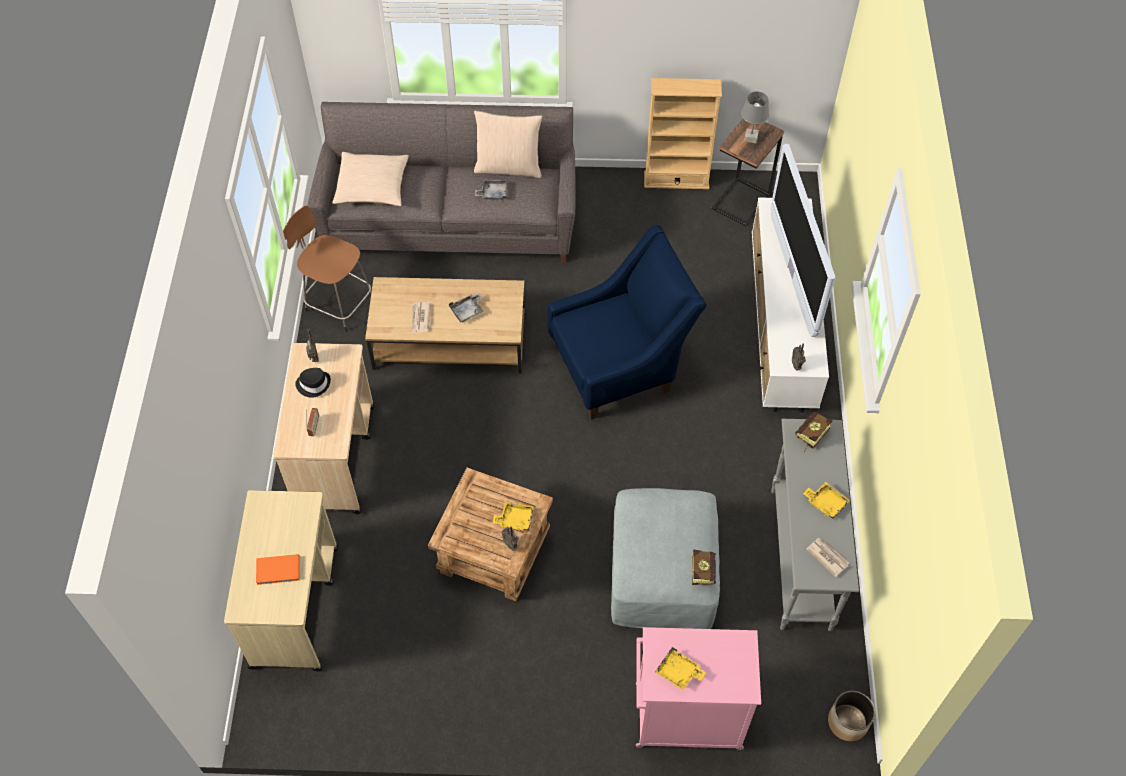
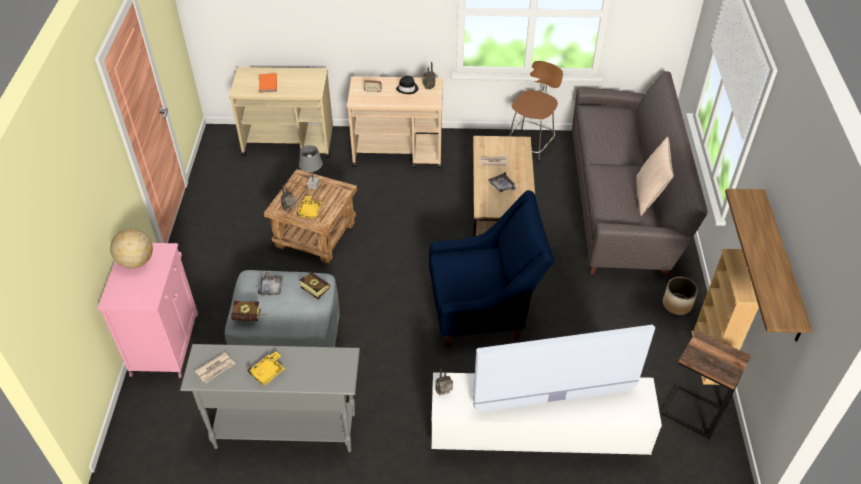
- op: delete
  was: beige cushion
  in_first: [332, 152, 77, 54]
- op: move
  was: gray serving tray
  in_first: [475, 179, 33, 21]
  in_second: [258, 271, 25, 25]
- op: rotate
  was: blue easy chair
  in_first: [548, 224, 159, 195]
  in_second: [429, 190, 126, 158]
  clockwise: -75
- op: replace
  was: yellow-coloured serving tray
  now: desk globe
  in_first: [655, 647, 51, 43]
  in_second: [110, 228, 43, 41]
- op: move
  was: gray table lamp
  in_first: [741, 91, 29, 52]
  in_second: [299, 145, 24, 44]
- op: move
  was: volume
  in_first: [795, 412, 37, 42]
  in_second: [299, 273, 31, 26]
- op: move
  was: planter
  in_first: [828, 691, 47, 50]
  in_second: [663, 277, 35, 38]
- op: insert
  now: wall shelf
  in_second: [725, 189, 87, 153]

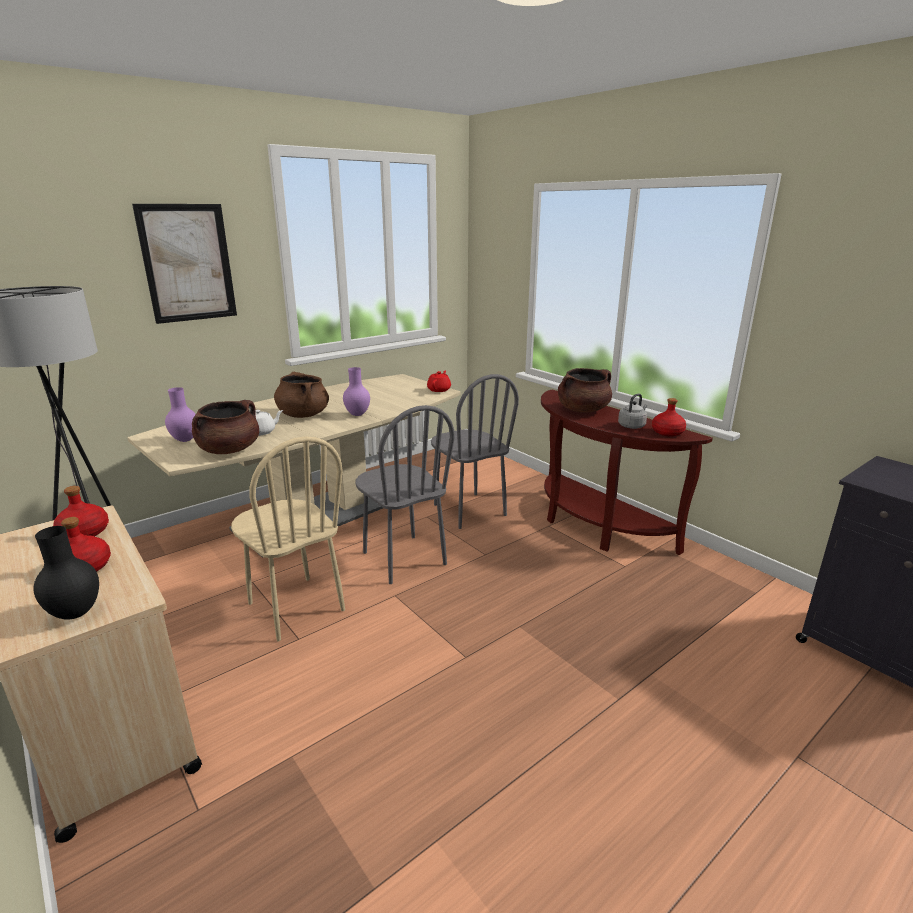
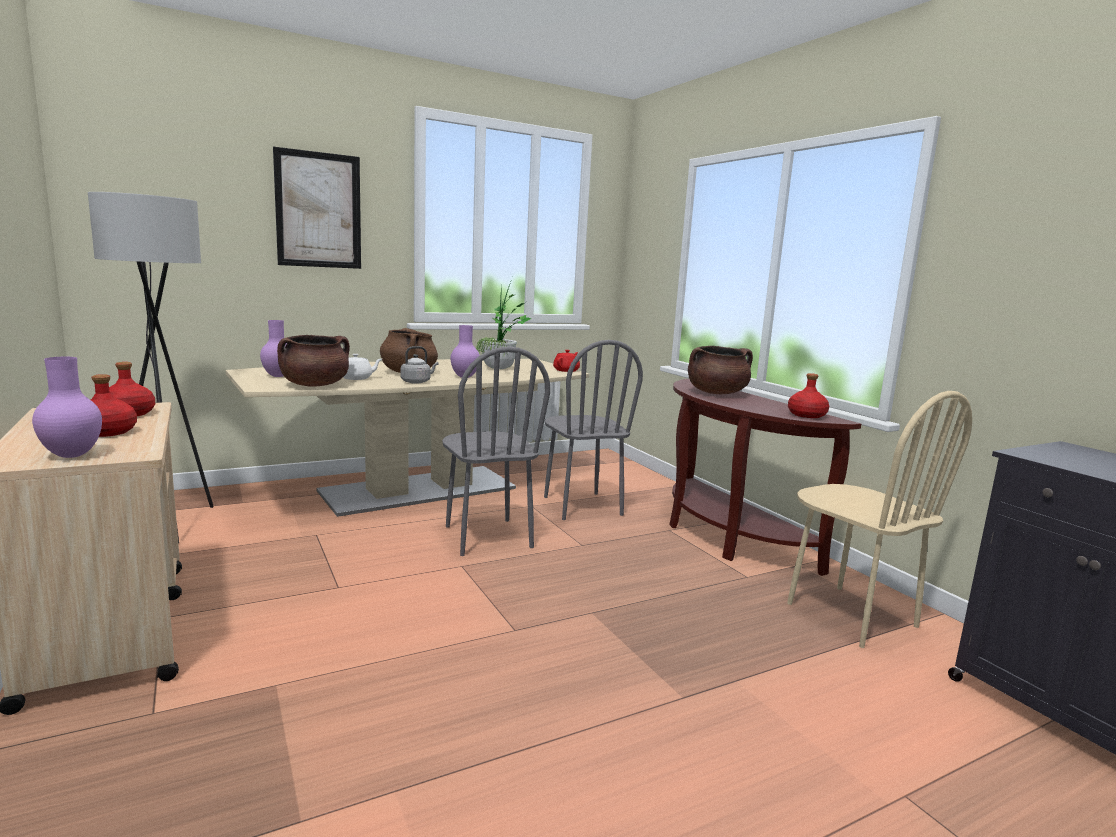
- op: recolor
  was: black-coloured decorative vase
  now: purple-coloured decorative vase
  in_first: [34, 526, 65, 94]
  in_second: [32, 357, 70, 101]
- op: move
  was: beige plain chair
  in_first: [231, 436, 114, 205]
  in_second: [787, 391, 185, 257]
- op: move
  was: gray water kettle
  in_first: [618, 394, 29, 35]
  in_second: [401, 346, 38, 38]
- op: insert
  now: houseplant
  in_second: [476, 274, 55, 95]

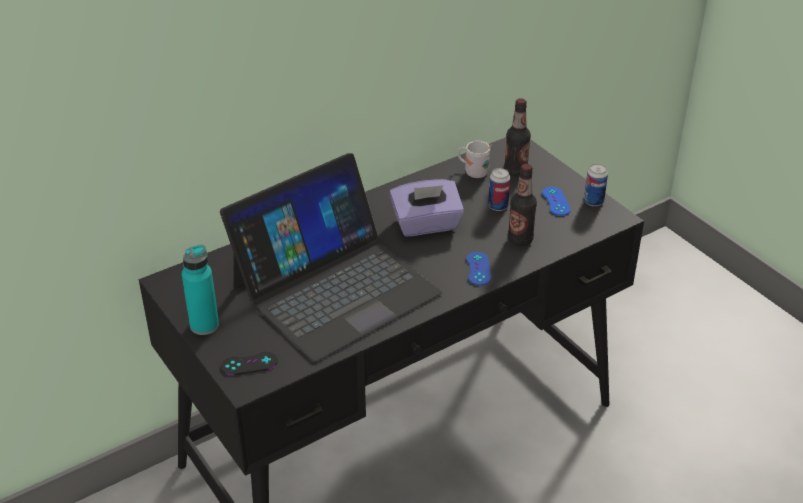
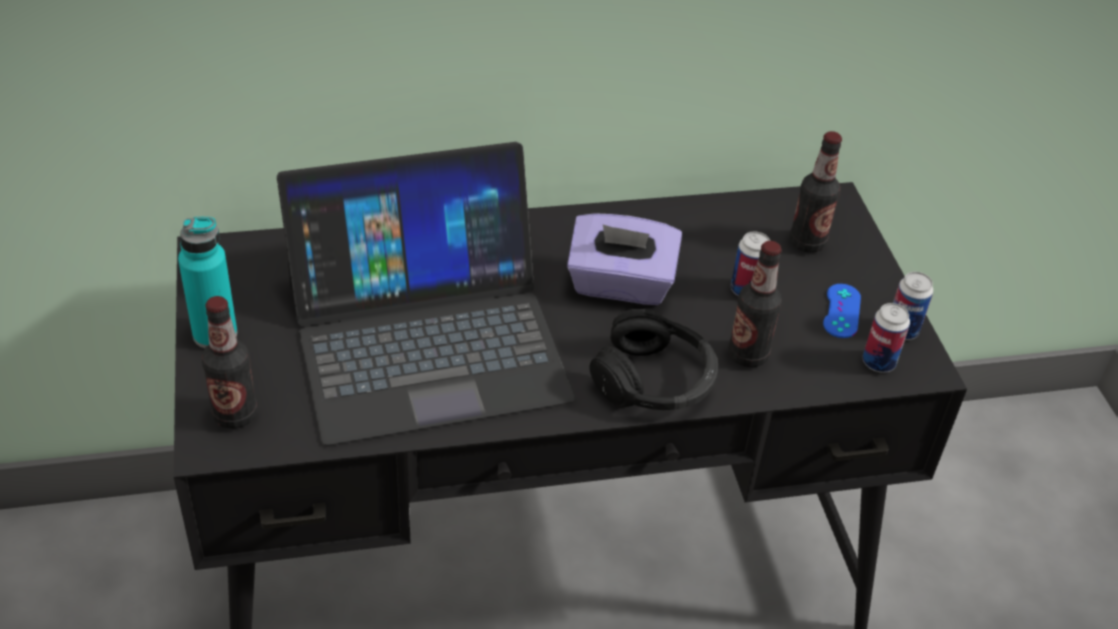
- op: replace
  was: black-coloured game controller
  now: beverage bottle
  in_first: [221, 352, 57, 23]
  in_second: [202, 296, 55, 133]
- op: delete
  was: white coffee mug
  in_first: [457, 141, 35, 37]
- op: replace
  was: blue game controller
  now: black-coloured headset
  in_first: [466, 252, 25, 34]
  in_second: [590, 309, 128, 101]
- op: insert
  now: sealed can
  in_second: [863, 303, 47, 70]

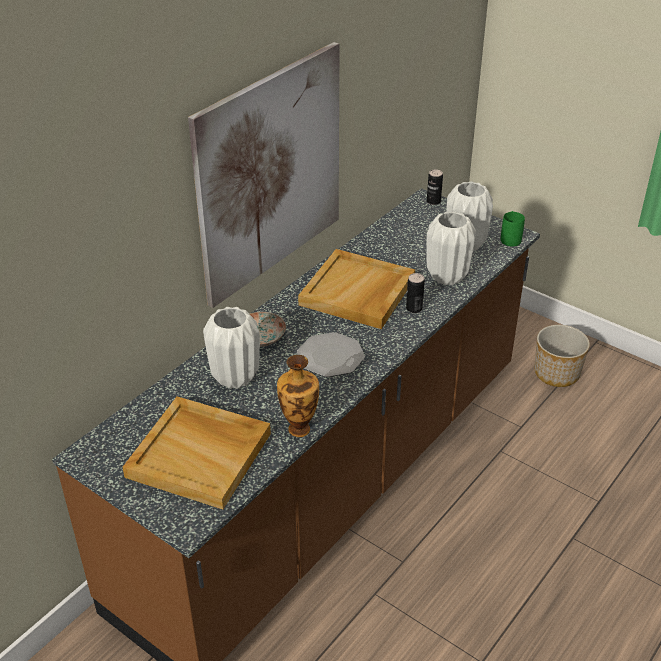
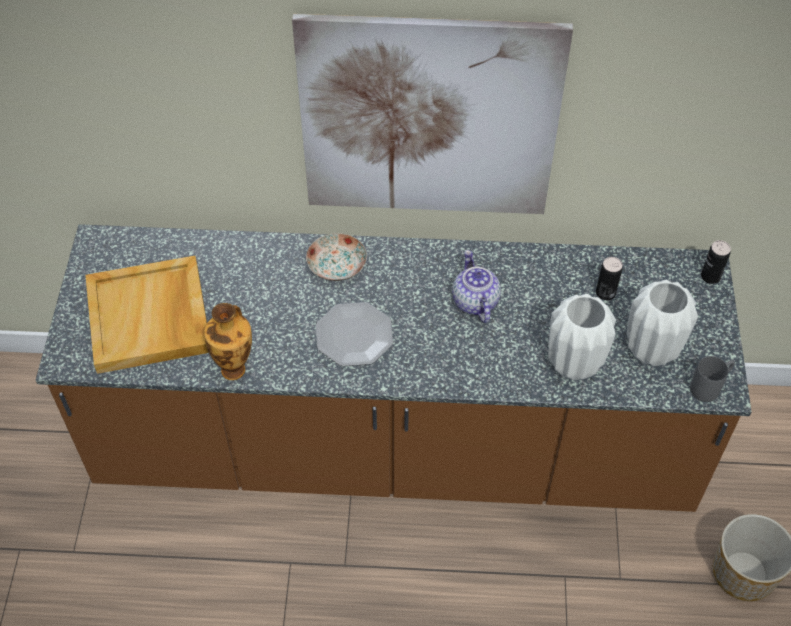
- op: delete
  was: white decorative vase
  in_first: [203, 307, 57, 82]
- op: replace
  was: beige serving tray
  now: teapot
  in_first: [298, 249, 117, 80]
  in_second: [452, 250, 49, 73]
- op: move
  was: sealed can
  in_first: [406, 273, 19, 40]
  in_second: [596, 257, 27, 43]
- op: recolor
  was: green-coloured coffee mug
  now: gray coffee mug
  in_first: [501, 211, 24, 35]
  in_second: [690, 356, 45, 46]

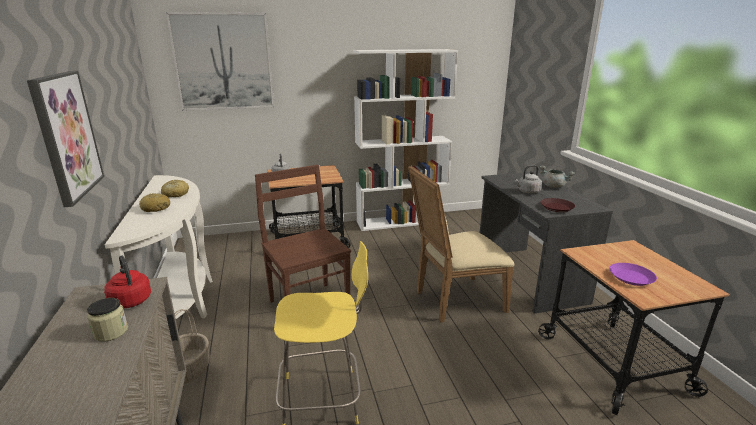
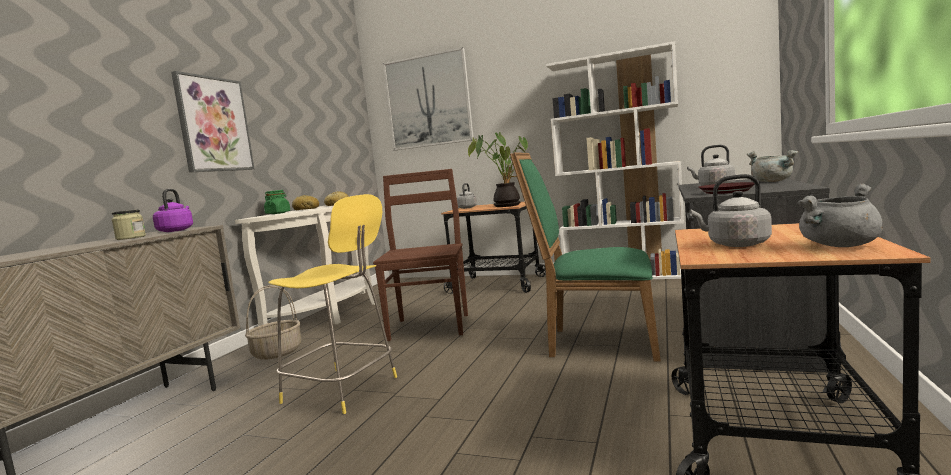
- op: recolor
  was: red water kettle
  now: purple-coloured water kettle
  in_first: [104, 255, 47, 53]
  in_second: [153, 189, 40, 43]
- op: recolor
  was: beige plain chair
  now: green-coloured plain chair
  in_first: [408, 166, 106, 157]
  in_second: [510, 152, 151, 210]
- op: replace
  was: purple-coloured flat dish
  now: gray water kettle
  in_first: [609, 263, 48, 23]
  in_second: [689, 174, 83, 73]
- op: insert
  now: green-coloured storage jar
  in_second: [264, 190, 26, 24]
- op: insert
  now: houseplant
  in_second: [468, 132, 60, 75]
- op: insert
  now: gray stockpot
  in_second: [797, 184, 86, 63]

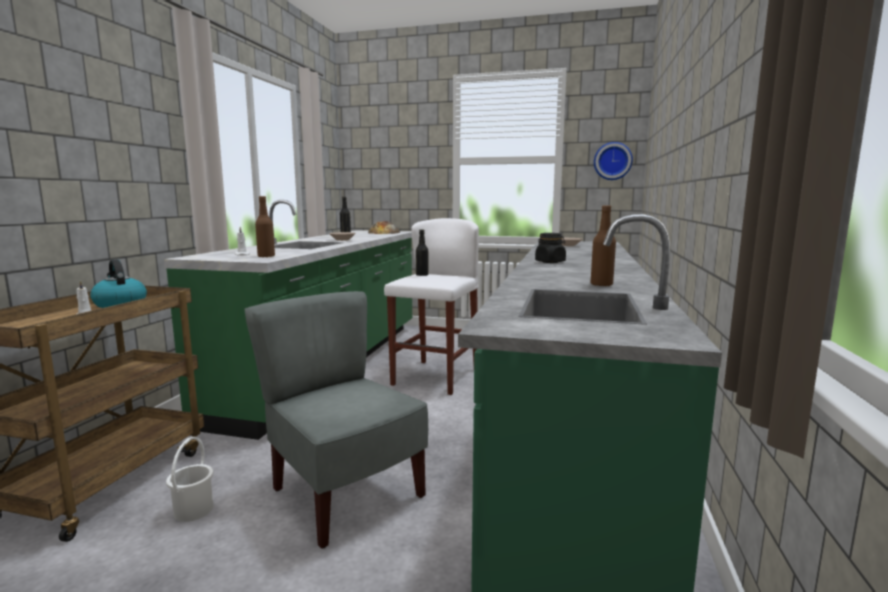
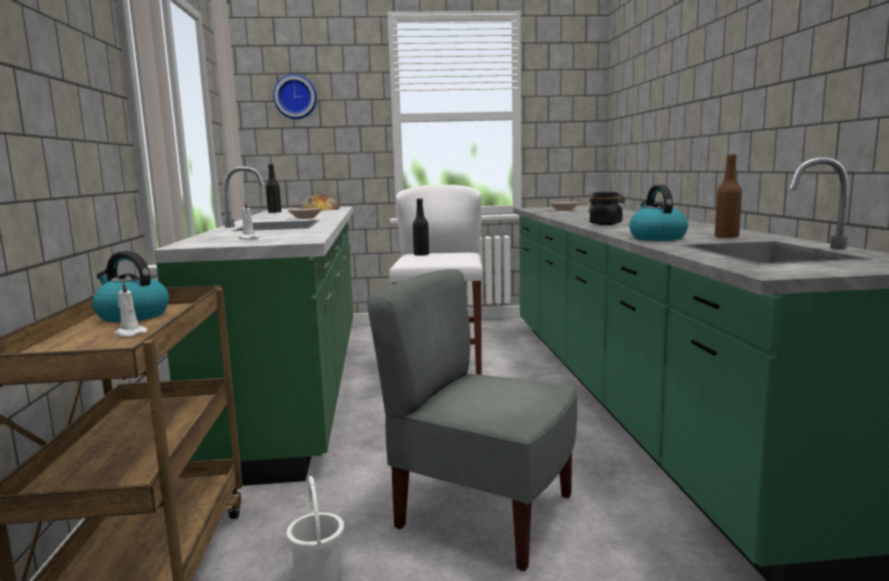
- op: delete
  was: brown beverage bottle
  in_first: [255, 196, 20, 61]
- op: move
  was: clock on the wall
  in_first: [594, 142, 39, 38]
  in_second: [273, 74, 44, 45]
- op: insert
  now: water kettle
  in_second: [629, 185, 59, 56]

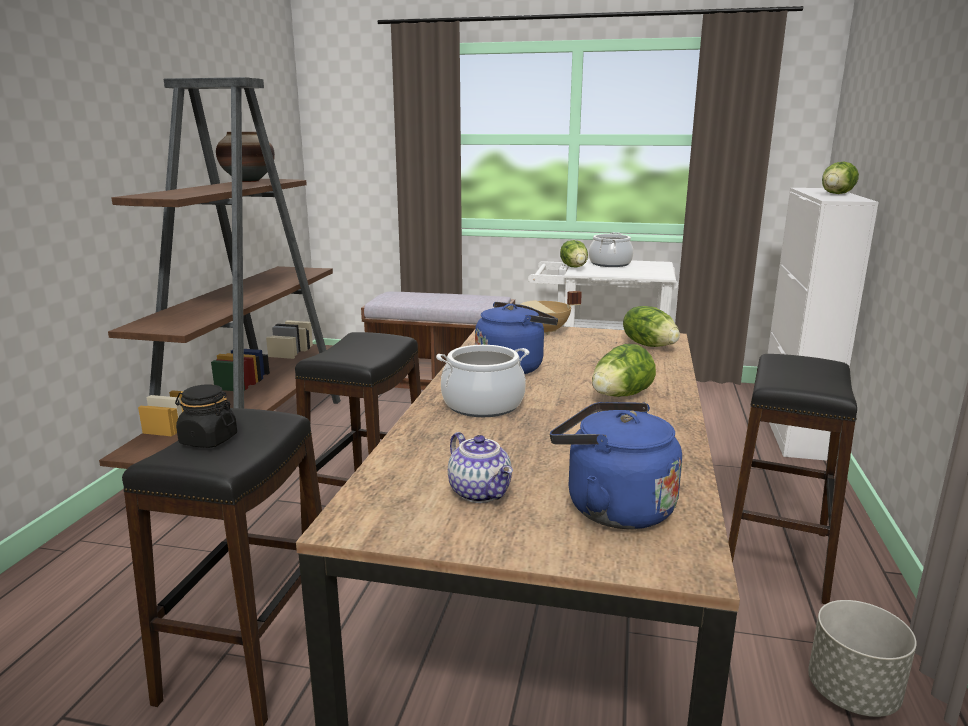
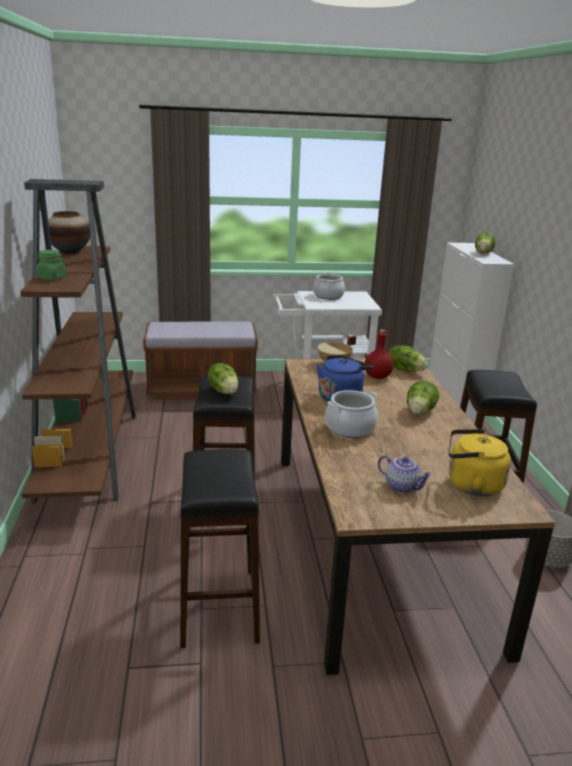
- op: delete
  was: black-coloured storage jar
  in_first: [175, 384, 62, 64]
- op: recolor
  was: blue water kettle
  now: yellow-coloured water kettle
  in_first: [550, 402, 132, 127]
  in_second: [449, 429, 62, 67]
- op: move
  was: lettuce
  in_first: [560, 240, 28, 28]
  in_second: [208, 363, 30, 31]
- op: insert
  now: green-coloured storage jar
  in_second: [35, 250, 31, 30]
- op: insert
  now: red beverage bottle
  in_second: [365, 330, 29, 49]

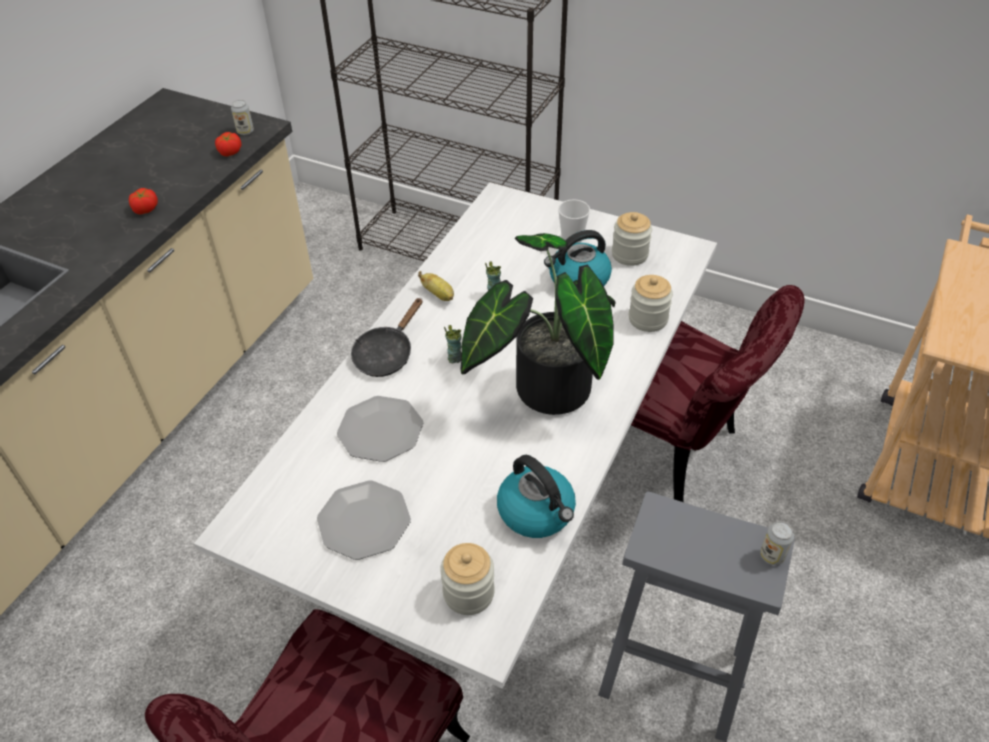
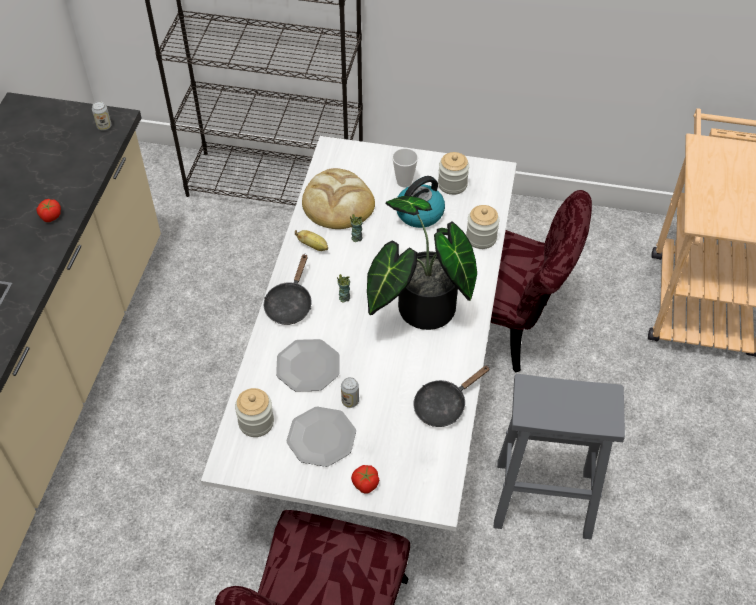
- op: move
  was: whole tomato
  in_first: [215, 132, 27, 25]
  in_second: [351, 465, 28, 29]
- op: move
  was: storage jar
  in_first: [440, 543, 55, 72]
  in_second: [235, 388, 39, 49]
- op: replace
  was: water kettle
  now: black-coloured pan
  in_first: [497, 455, 79, 83]
  in_second: [413, 366, 76, 61]
- op: move
  was: sealed can
  in_first: [760, 521, 34, 44]
  in_second: [341, 377, 18, 31]
- op: insert
  now: bakery bread
  in_second: [302, 168, 73, 61]

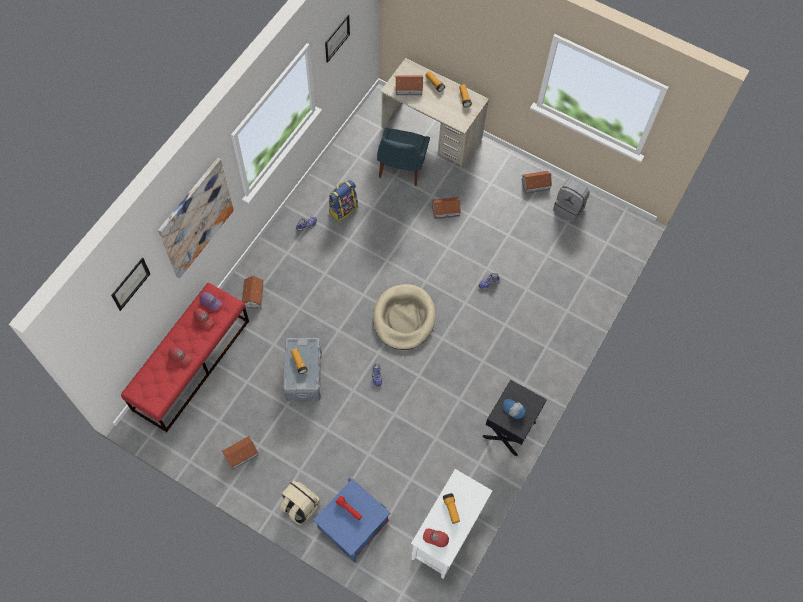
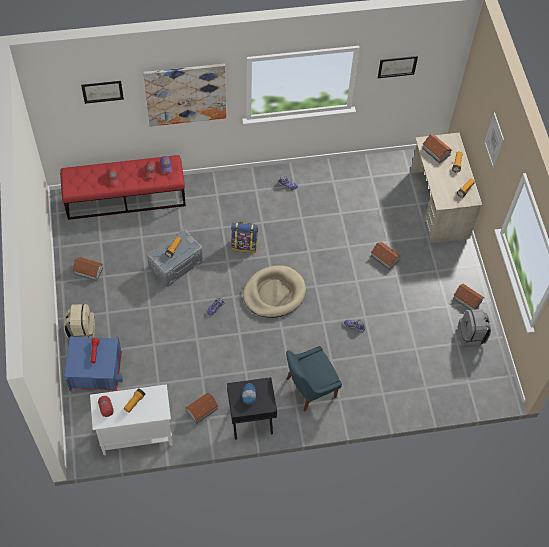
- op: move
  was: miniature house
  in_first: [242, 276, 22, 33]
  in_second: [186, 393, 33, 31]
- op: move
  was: knapsack
  in_first: [329, 180, 29, 42]
  in_second: [231, 221, 27, 32]
- op: move
  was: blue plain chair
  in_first: [377, 127, 53, 59]
  in_second: [286, 346, 56, 65]
- op: insert
  now: picture
  in_second: [484, 112, 20, 57]

